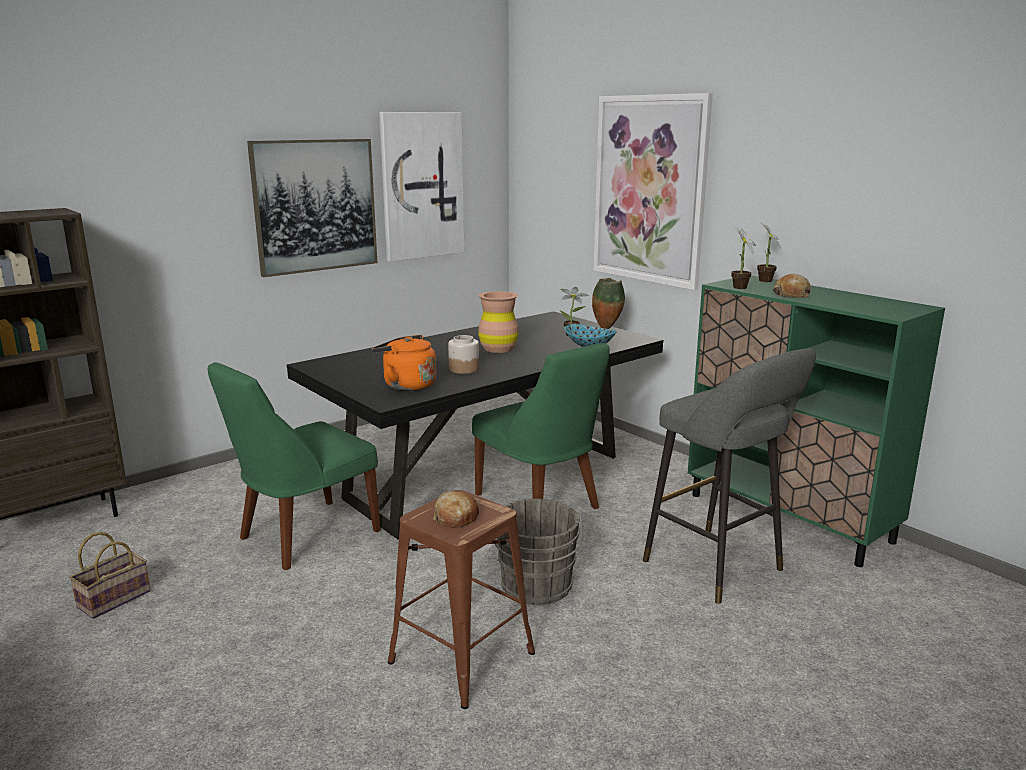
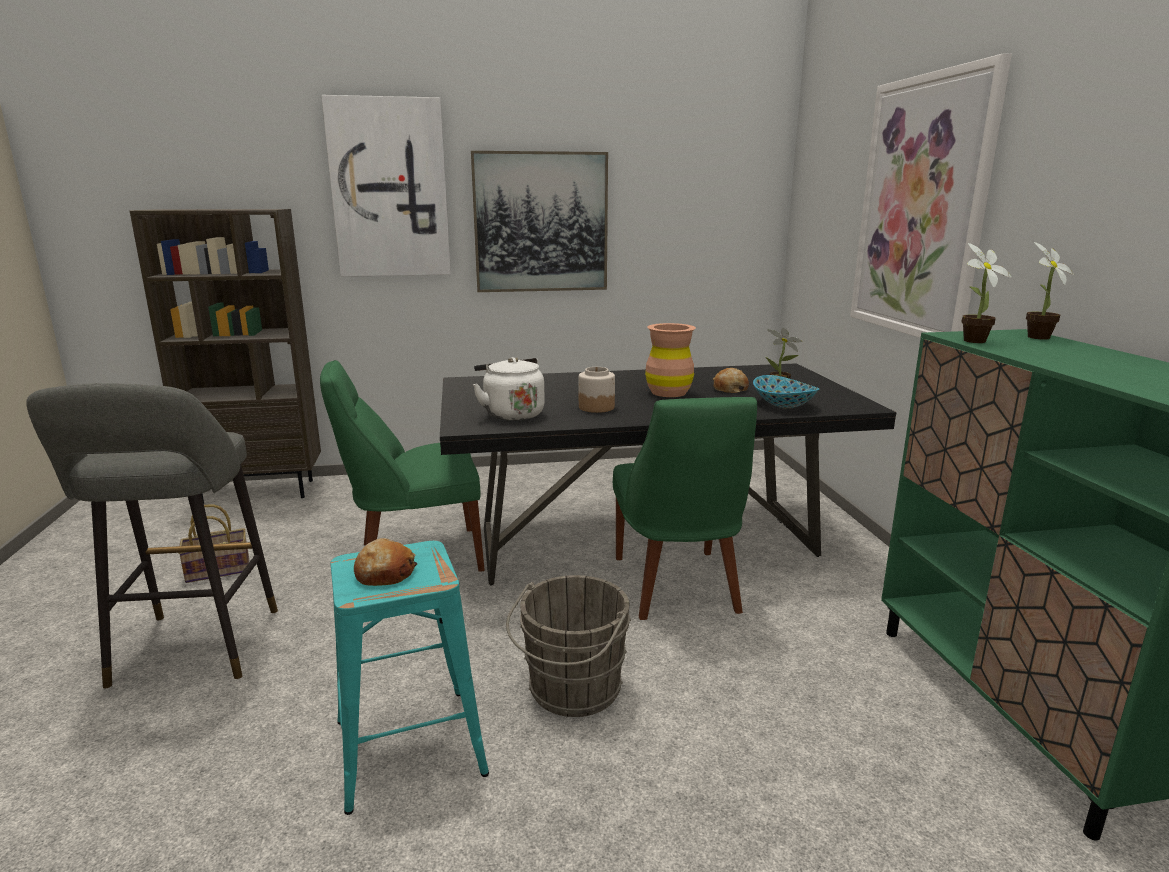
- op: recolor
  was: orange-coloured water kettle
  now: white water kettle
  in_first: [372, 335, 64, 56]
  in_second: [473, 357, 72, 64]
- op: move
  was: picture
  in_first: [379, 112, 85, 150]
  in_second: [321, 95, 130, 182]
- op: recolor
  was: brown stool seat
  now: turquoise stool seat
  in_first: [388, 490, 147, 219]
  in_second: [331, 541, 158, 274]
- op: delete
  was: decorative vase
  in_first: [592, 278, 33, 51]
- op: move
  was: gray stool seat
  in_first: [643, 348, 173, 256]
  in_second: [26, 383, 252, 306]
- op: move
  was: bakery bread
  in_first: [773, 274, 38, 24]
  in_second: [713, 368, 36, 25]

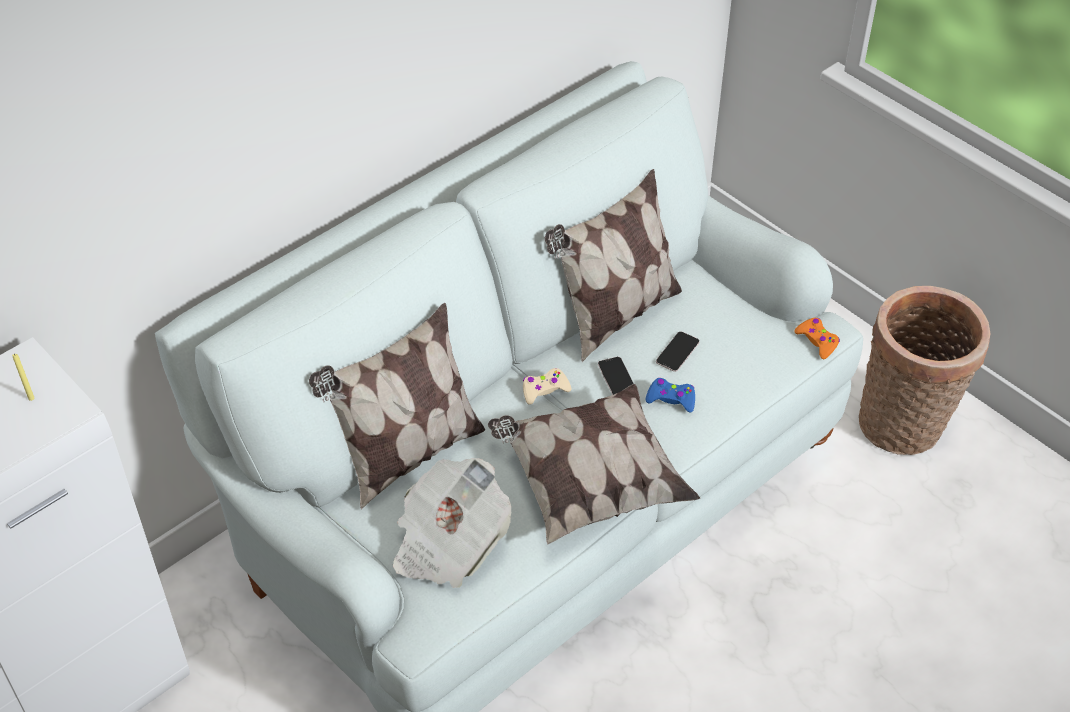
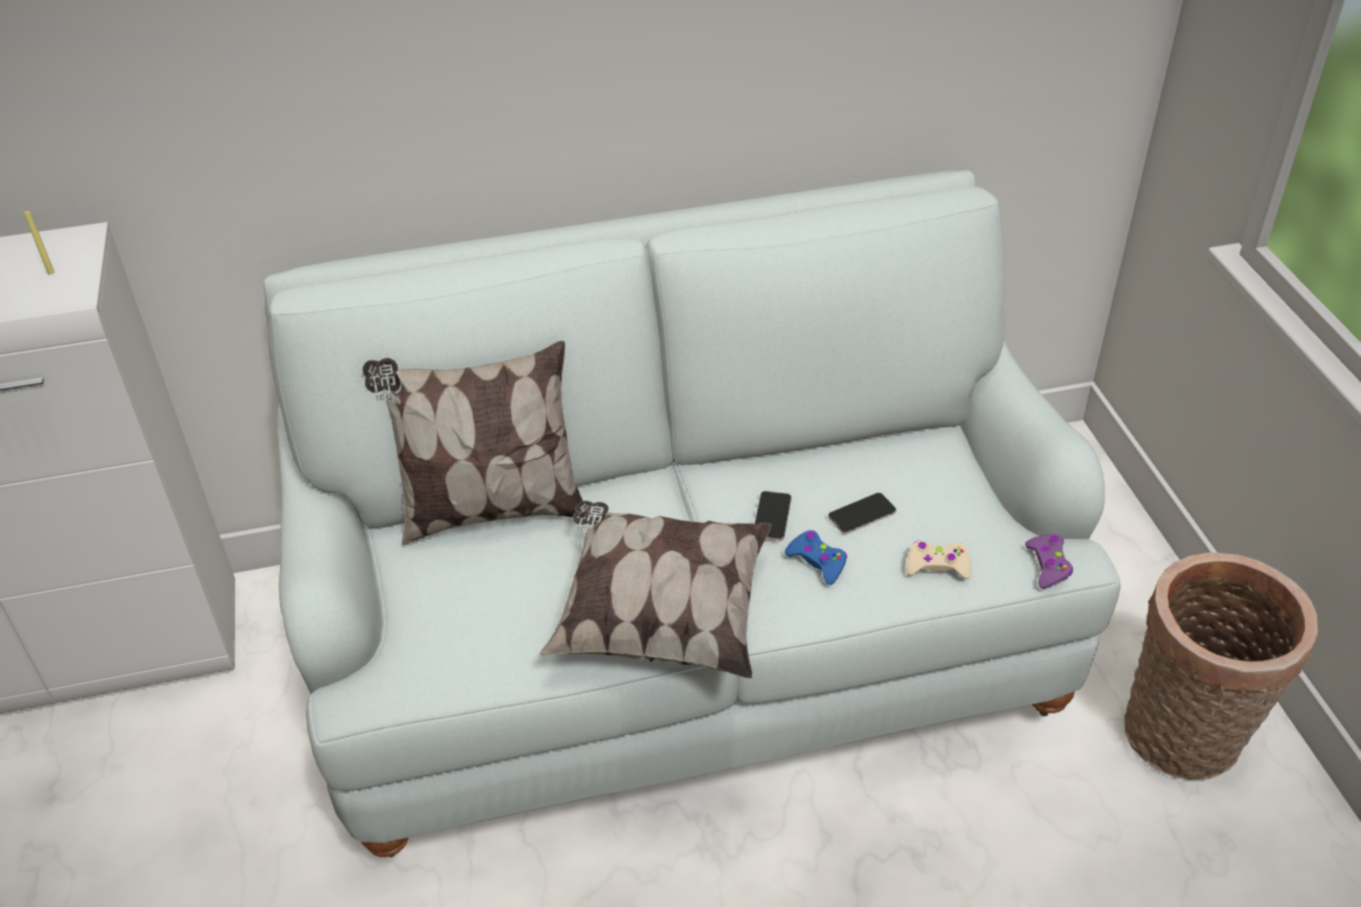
- op: delete
  was: printed paper
  in_first: [393, 458, 118, 130]
- op: move
  was: beige game controller
  in_first: [523, 368, 48, 37]
  in_second: [906, 541, 65, 38]
- op: delete
  was: cushion
  in_first: [545, 169, 137, 193]
- op: recolor
  was: orange-coloured game controller
  now: purple-coloured game controller
  in_first: [794, 318, 46, 41]
  in_second: [1025, 534, 48, 55]

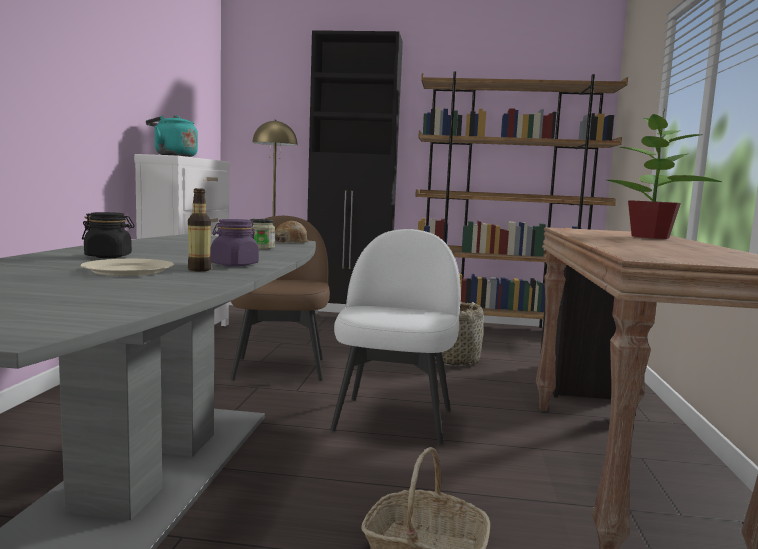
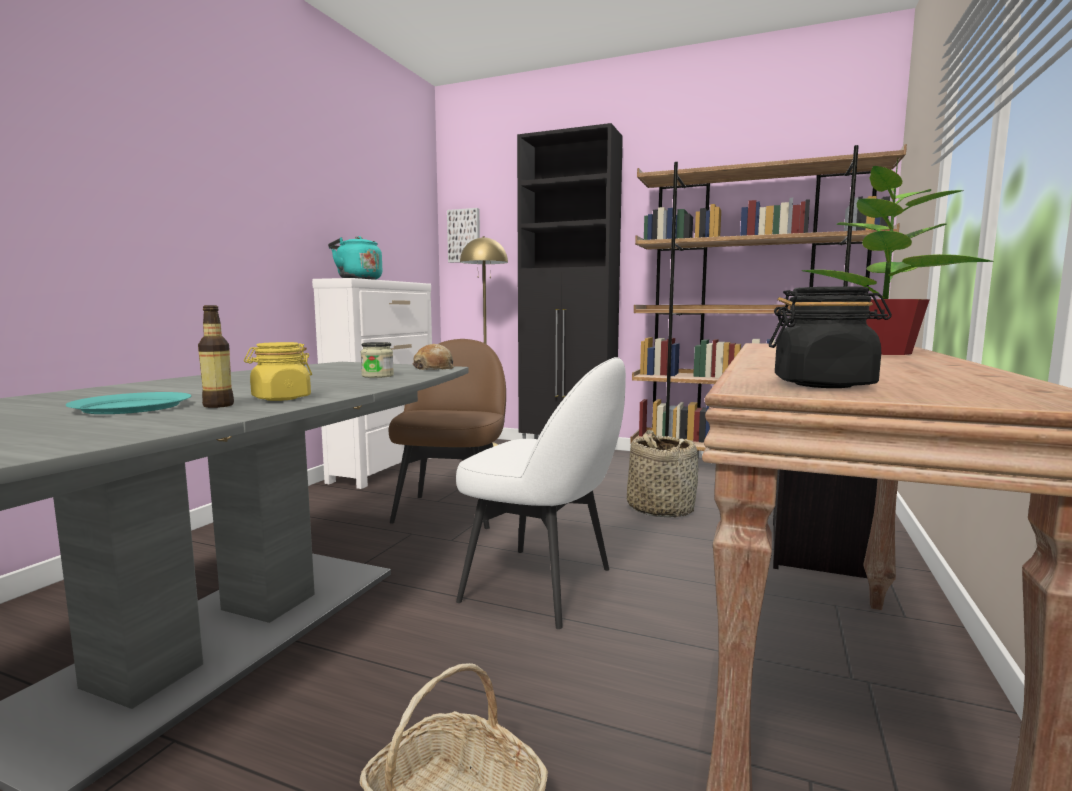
- op: recolor
  was: beige flat dish
  now: turquoise flat dish
  in_first: [80, 259, 94, 17]
  in_second: [65, 392, 126, 22]
- op: move
  was: black-coloured storage jar
  in_first: [82, 212, 52, 46]
  in_second: [769, 286, 123, 102]
- op: recolor
  was: purple-coloured storage jar
  now: yellow-coloured storage jar
  in_first: [210, 219, 49, 48]
  in_second: [244, 342, 68, 59]
- op: rotate
  was: white plain chair
  in_first: [330, 229, 131, 216]
  in_second: [456, 357, 170, 272]
  clockwise: 90
- op: insert
  now: picture
  in_second: [447, 208, 33, 55]

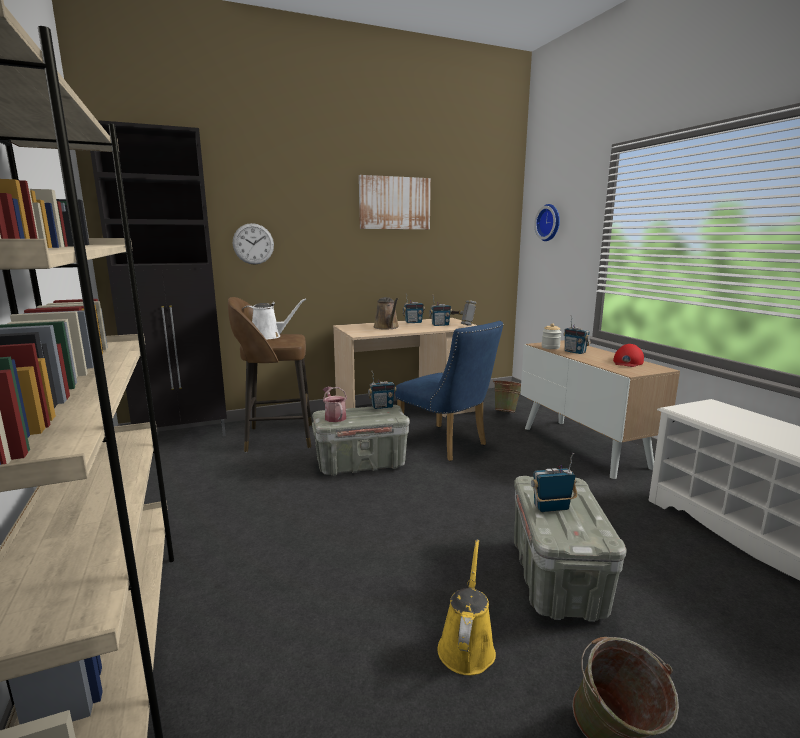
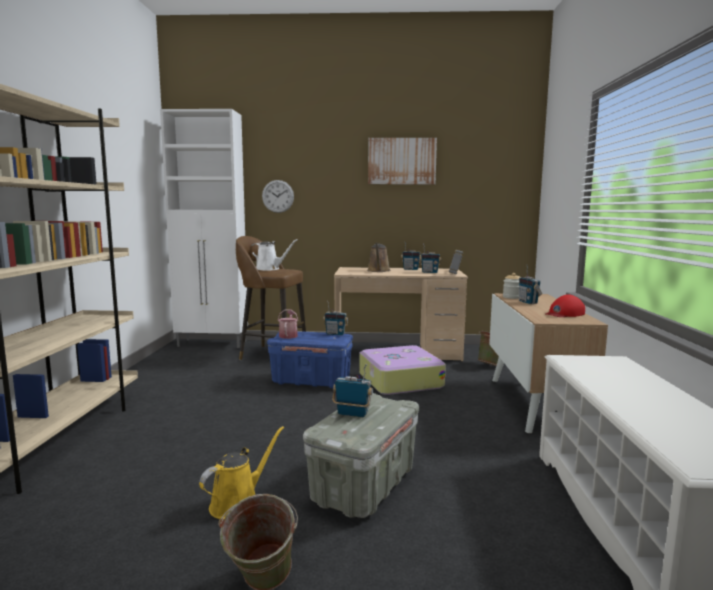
- op: recolor
  was: black-coloured cupboard
  now: white cupboard
  in_first: [90, 120, 137, 316]
  in_second: [160, 109, 88, 239]
- op: recolor
  was: gray storage box
  now: blue storage box
  in_first: [312, 405, 98, 71]
  in_second: [267, 332, 86, 56]
- op: replace
  was: blue plain chair
  now: travel case
  in_first: [395, 321, 109, 140]
  in_second: [359, 345, 87, 50]
- op: delete
  was: clock on the wall
  in_first: [534, 204, 26, 37]

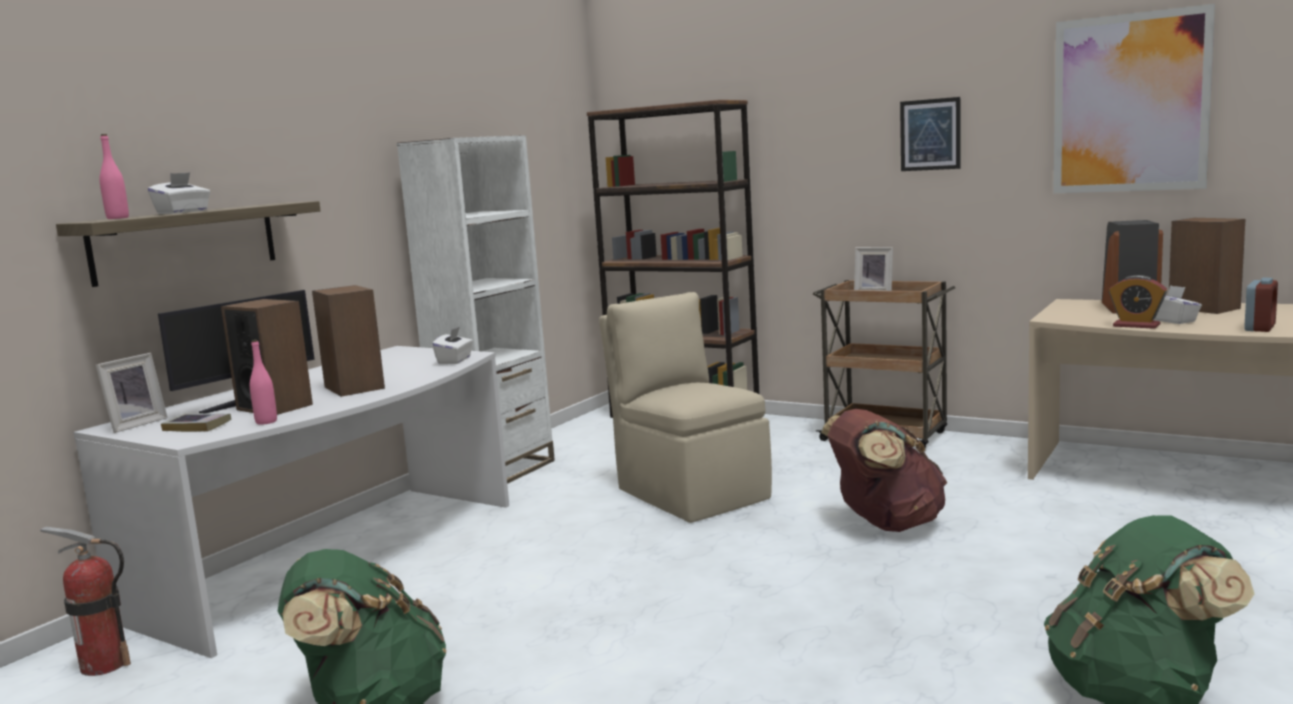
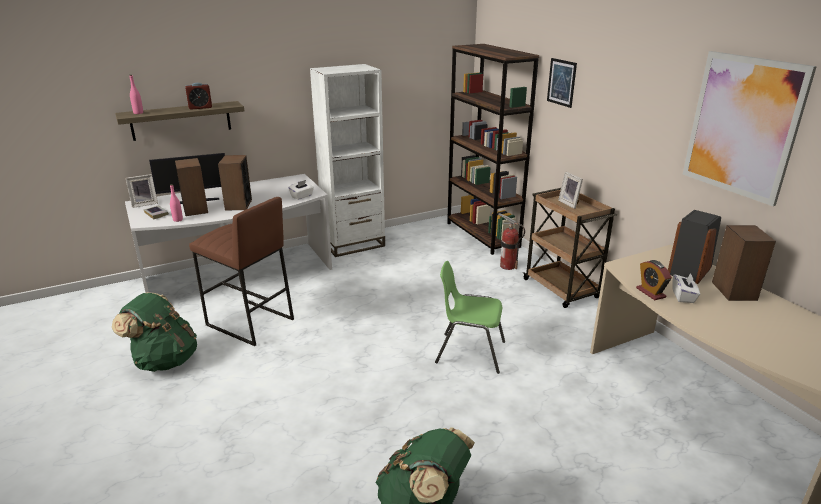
- op: move
  was: fire-fighting cylinder
  in_first: [40, 526, 91, 150]
  in_second: [498, 213, 27, 57]
- op: delete
  was: white tissue box
  in_first: [148, 172, 62, 42]
- op: delete
  was: beige plain chair
  in_first: [599, 292, 173, 231]
- op: replace
  was: brown knapsack
  now: green-coloured plain chair
  in_first: [821, 409, 126, 123]
  in_second: [435, 261, 70, 113]
- op: move
  was: picture
  in_first: [900, 97, 61, 74]
  in_second: [547, 58, 30, 50]
- op: move
  was: alarm clock
  in_first: [1244, 278, 34, 54]
  in_second: [185, 83, 27, 27]
- op: insert
  now: brown stool seat
  in_second: [189, 197, 105, 149]

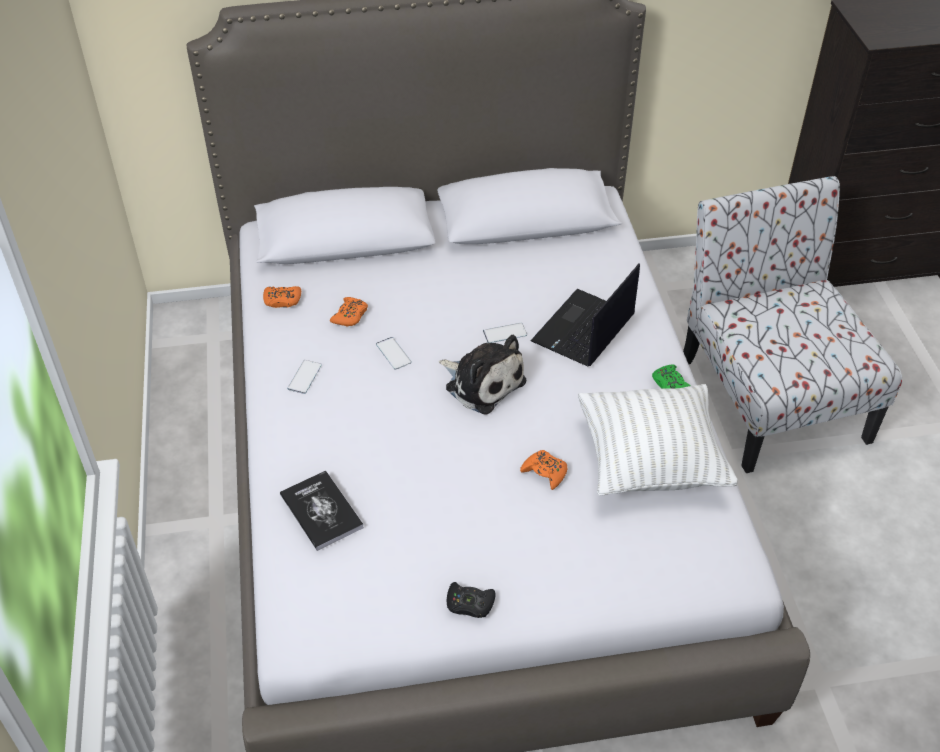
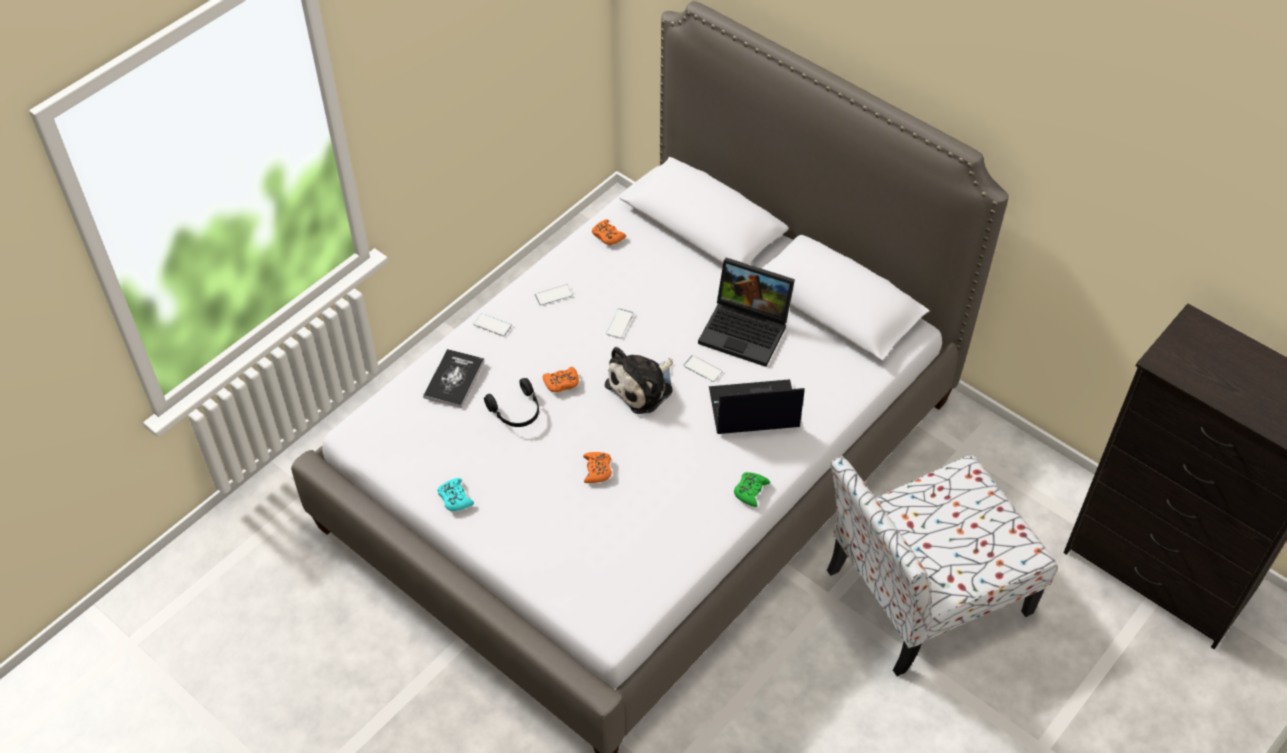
- op: move
  was: orange-coloured game controller
  in_first: [330, 297, 38, 30]
  in_second: [543, 367, 36, 25]
- op: rotate
  was: plush toy
  in_first: [439, 335, 87, 80]
  in_second: [605, 347, 68, 67]
  clockwise: 45
- op: recolor
  was: black-coloured game controller
  now: turquoise game controller
  in_first: [447, 582, 49, 36]
  in_second: [437, 478, 37, 33]
- op: delete
  was: white cushion
  in_first: [578, 384, 160, 112]
- op: rotate
  was: plain chair
  in_first: [683, 176, 219, 297]
  in_second: [827, 455, 231, 221]
  clockwise: -150
- op: insert
  now: handset
  in_second: [473, 313, 39, 23]
- op: insert
  now: black-coloured headset
  in_second: [484, 378, 55, 49]
- op: insert
  now: portable computer
  in_second: [698, 258, 97, 109]

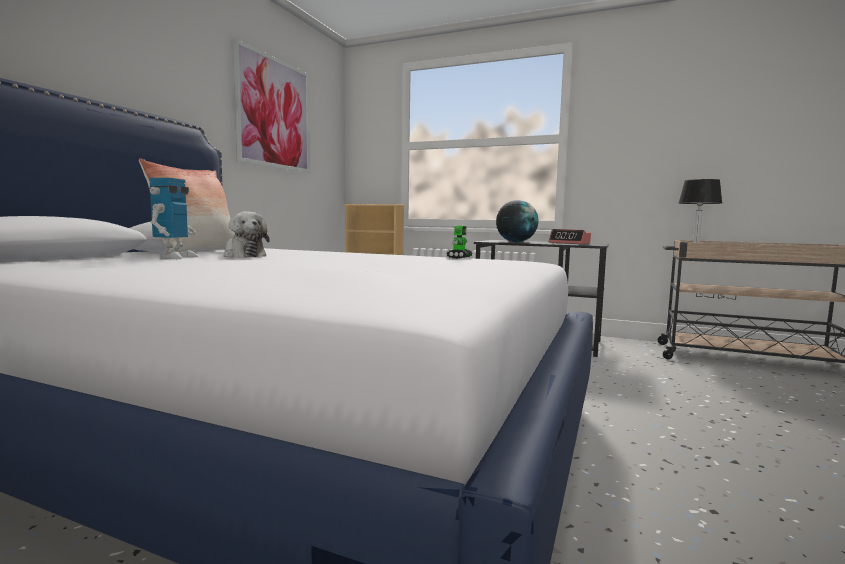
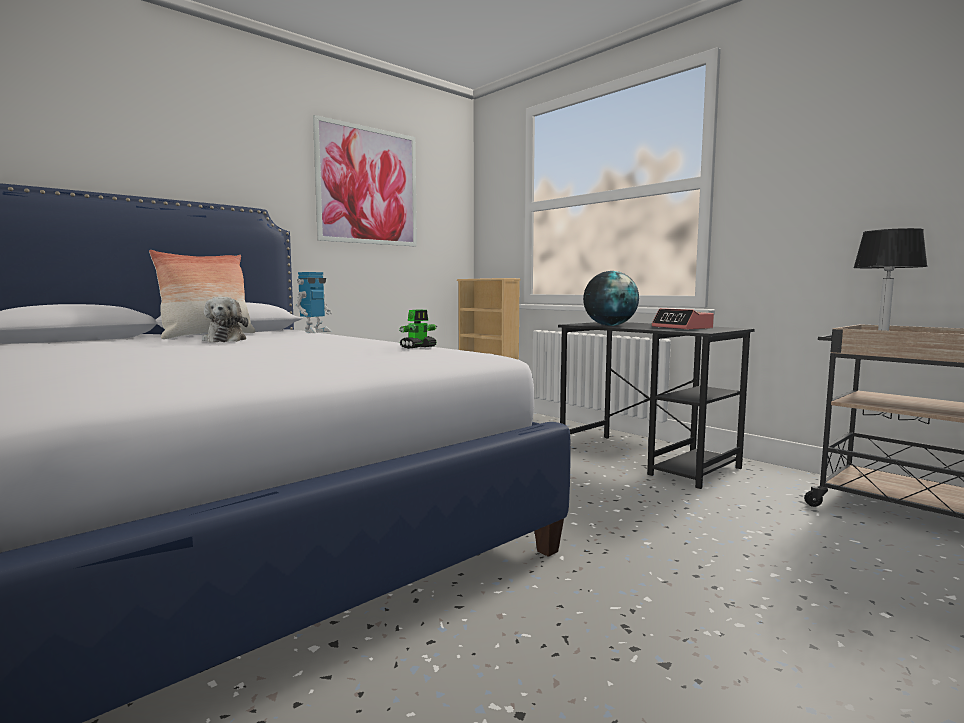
- op: move
  was: toy robot
  in_first: [149, 178, 49, 81]
  in_second: [296, 272, 36, 61]

